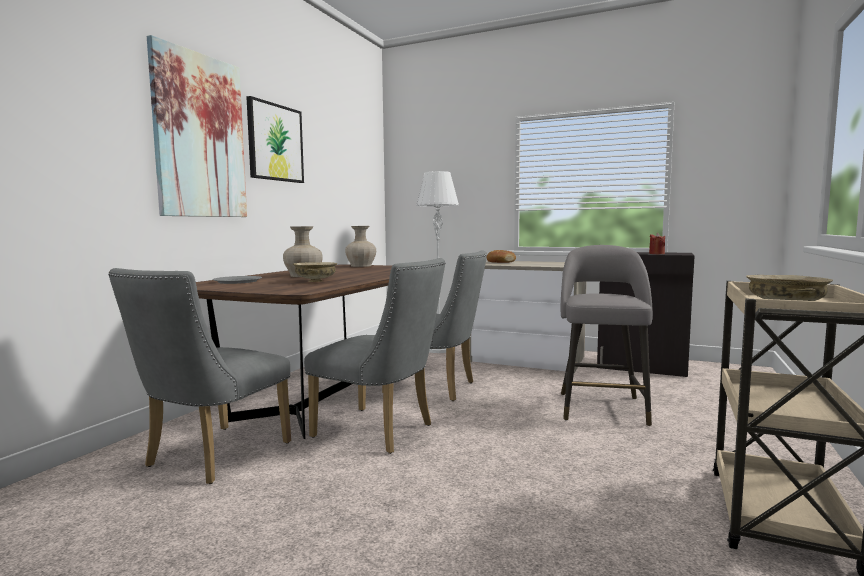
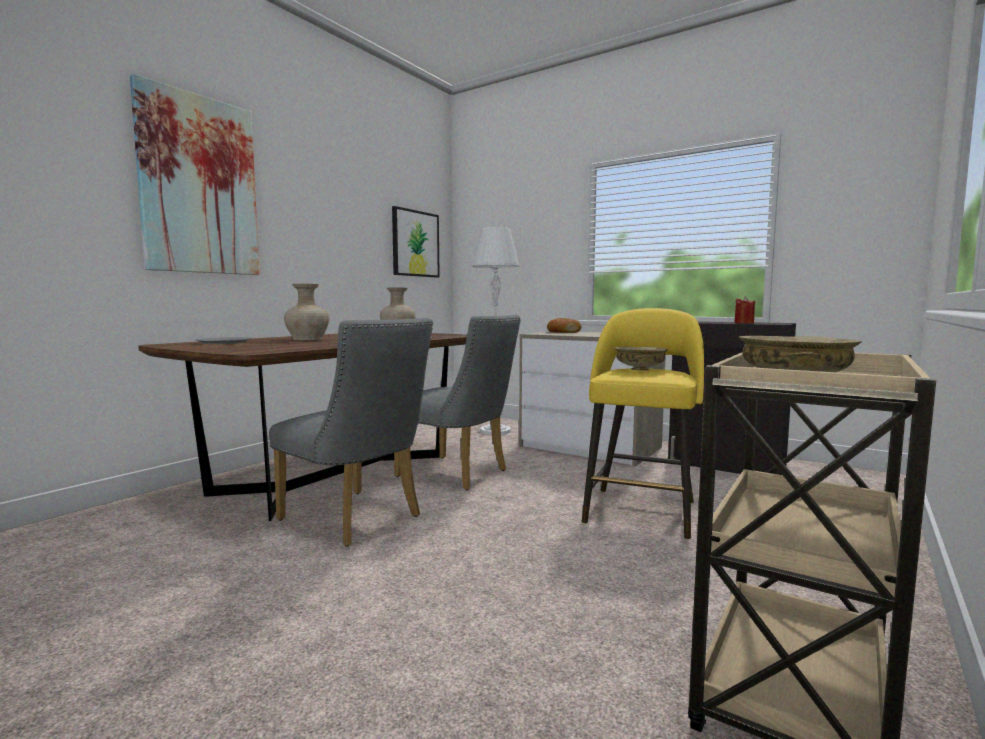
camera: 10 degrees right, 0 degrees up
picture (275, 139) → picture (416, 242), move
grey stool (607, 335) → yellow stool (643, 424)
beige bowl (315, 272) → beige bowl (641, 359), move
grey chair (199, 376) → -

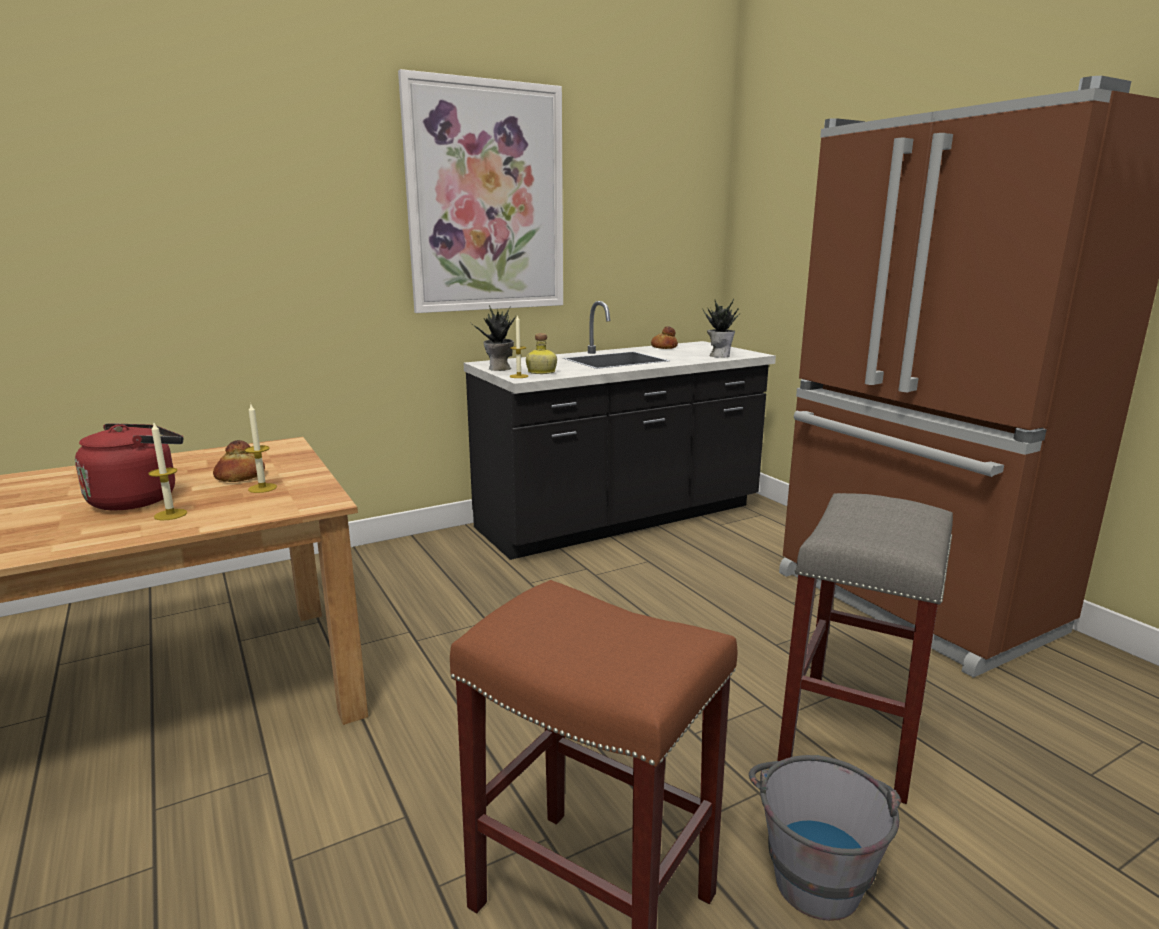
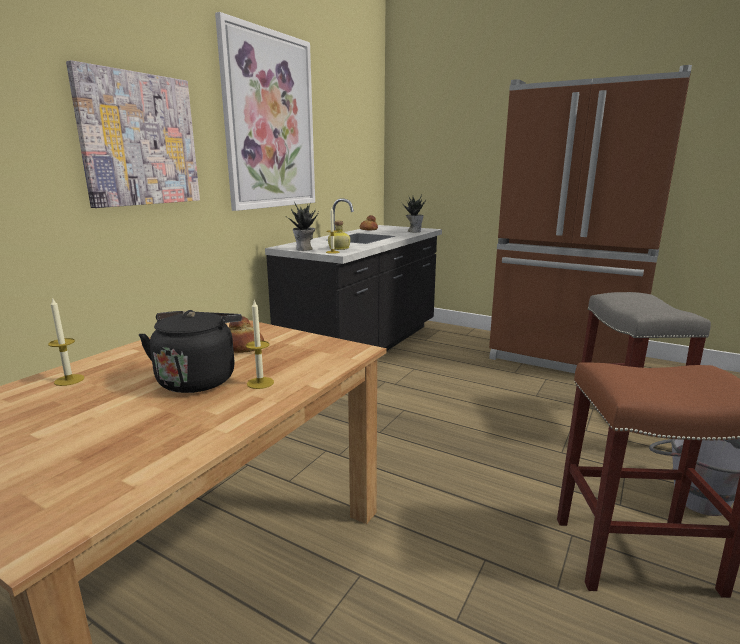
camera: 30 degrees left, 0 degrees up
candle (261, 448) → candle (66, 341), move
- → picture (133, 134)
red kettle (129, 466) → black kettle (190, 351)

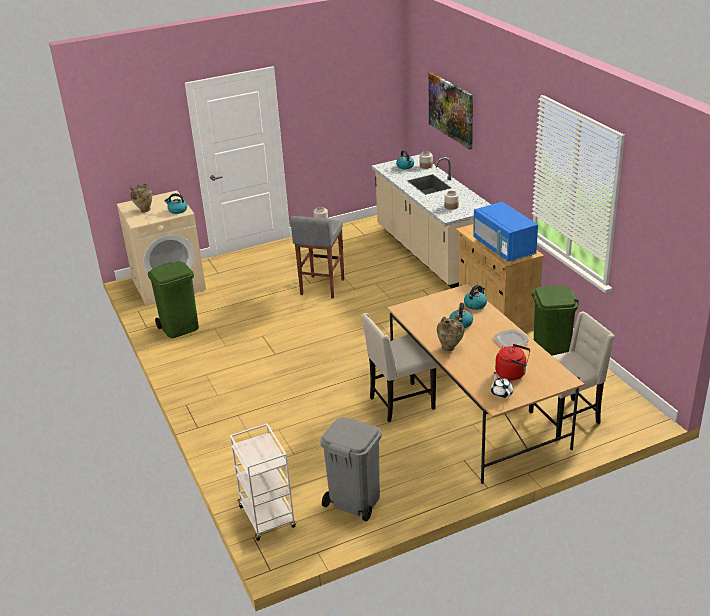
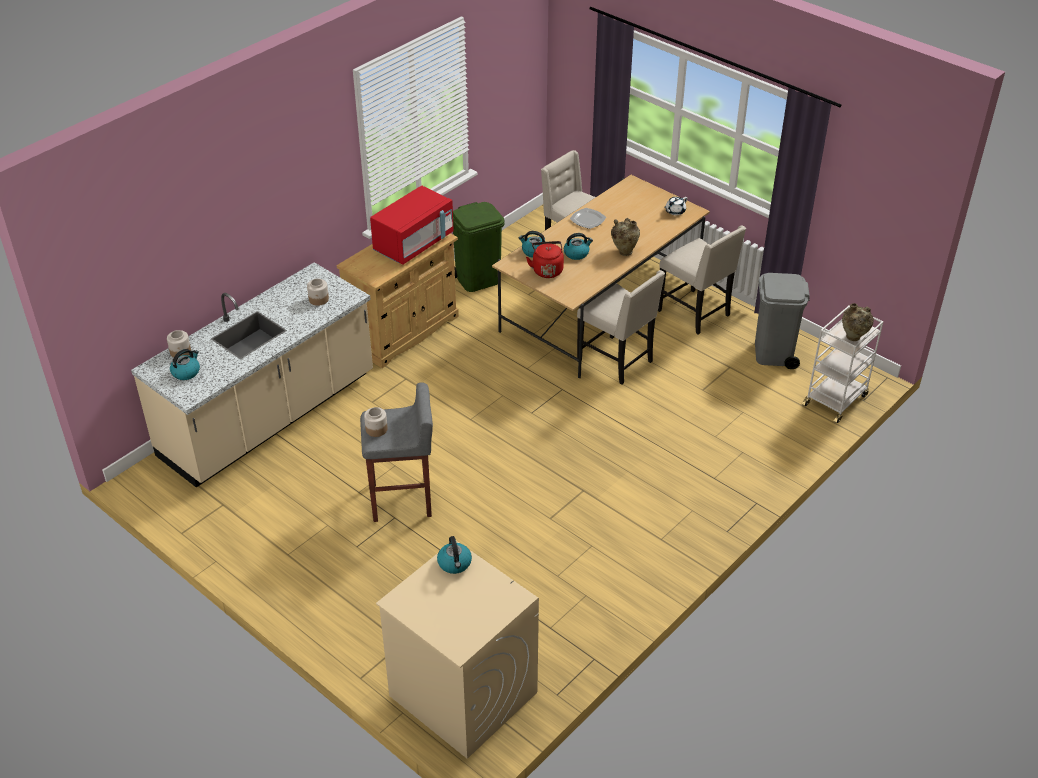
camera: 115 degrees left, 10 degrees up
blue microwave (505, 232) → red microwave (412, 225)
red kettle (512, 362) → red kettle (545, 259), move
- → beige chair (702, 280)
beige vase (141, 198) → beige vase (858, 322), move
green trash can (173, 299) → -
picture (450, 111) → -

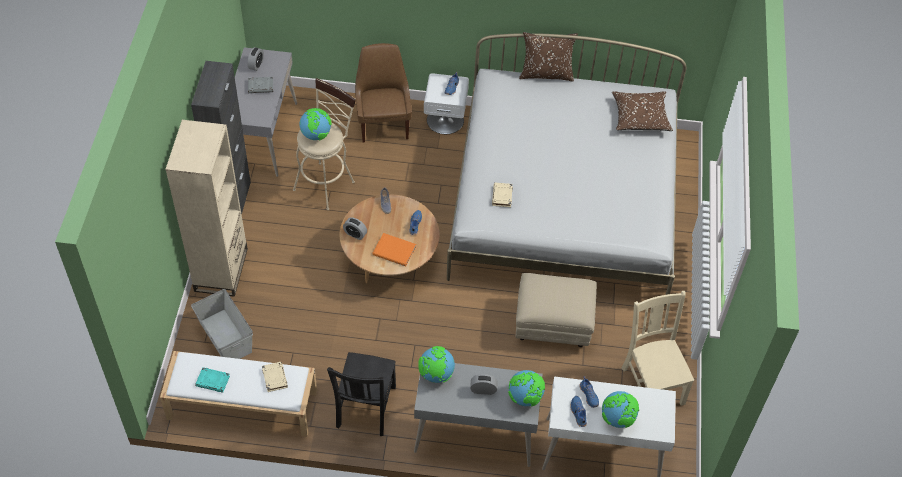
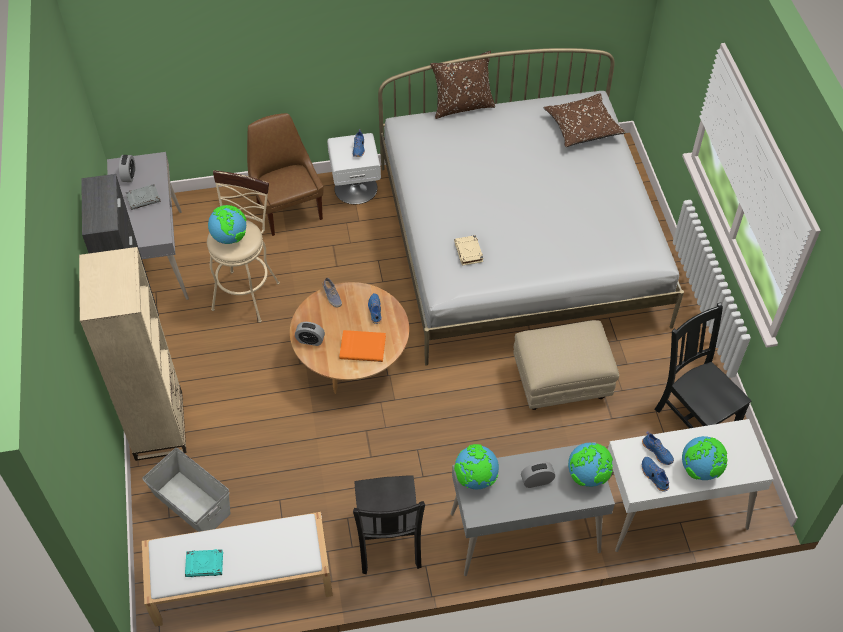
camera: 15 degrees left, 0 degrees up
beige chair (657, 348) → black chair (702, 365)
beige book (275, 377) → -

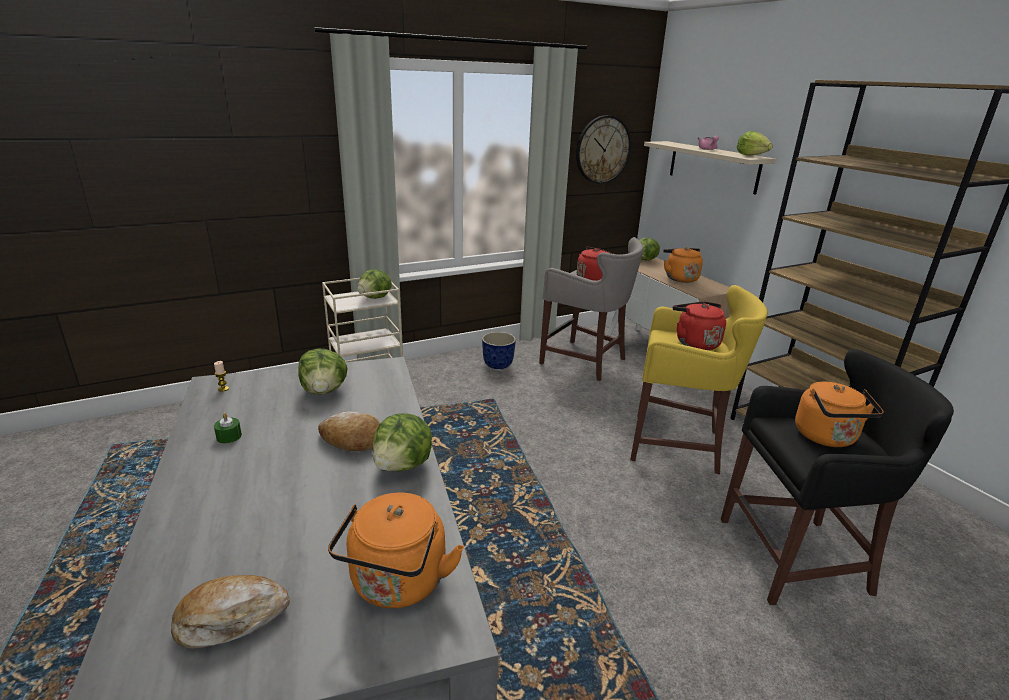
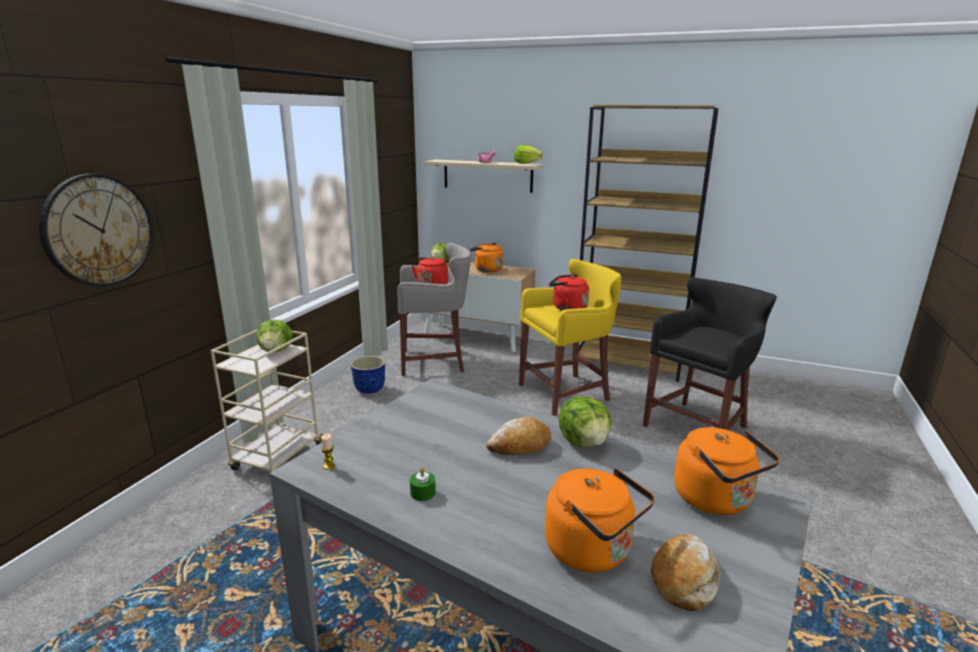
camera: 40 degrees left, 5 degrees down
wall clock (603, 149) → wall clock (96, 230), move
orange kettle (839, 414) → orange kettle (600, 520), move
lettuce (323, 371) → -

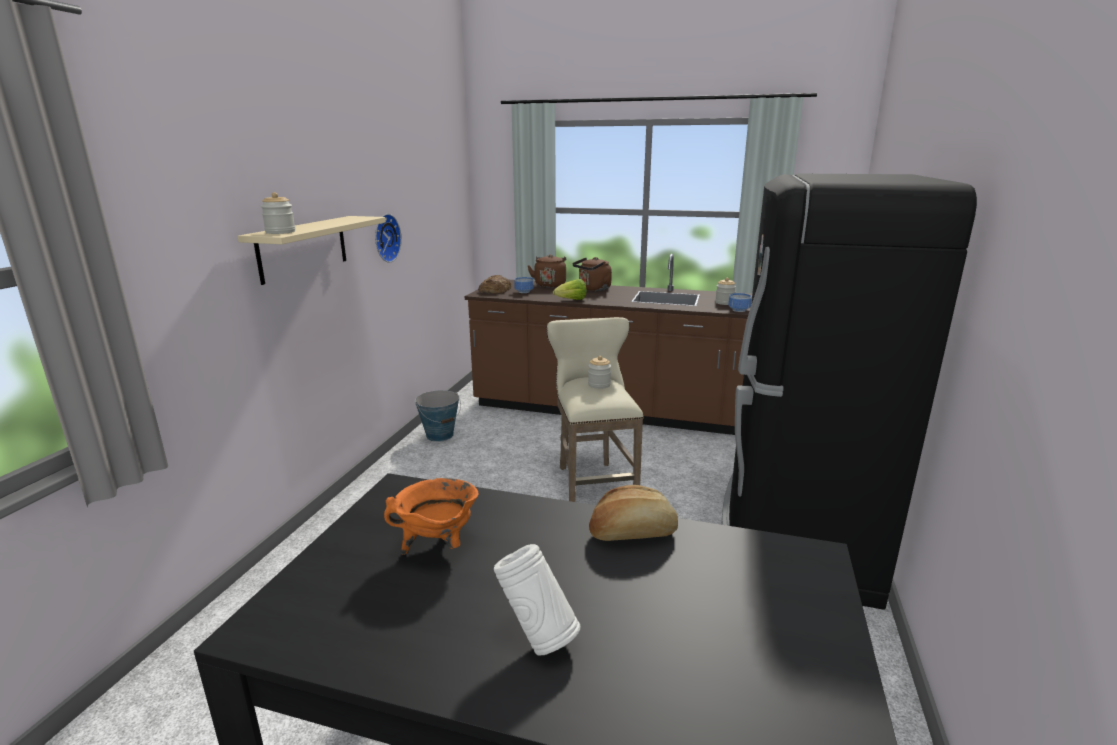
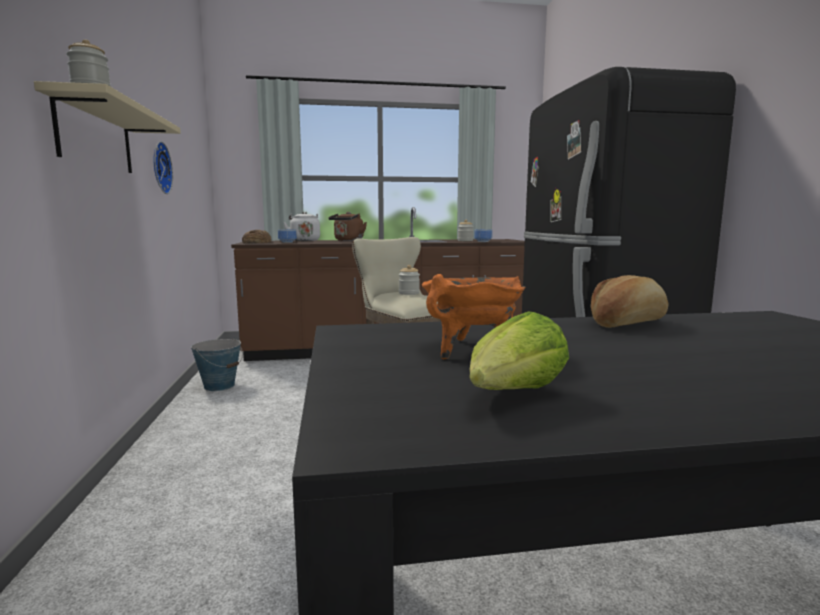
camera: 25 degrees left, 10 degrees down
brown kettle (546, 271) → white kettle (301, 226)
lettuce (570, 289) → lettuce (519, 350), move
white vase (537, 599) → -

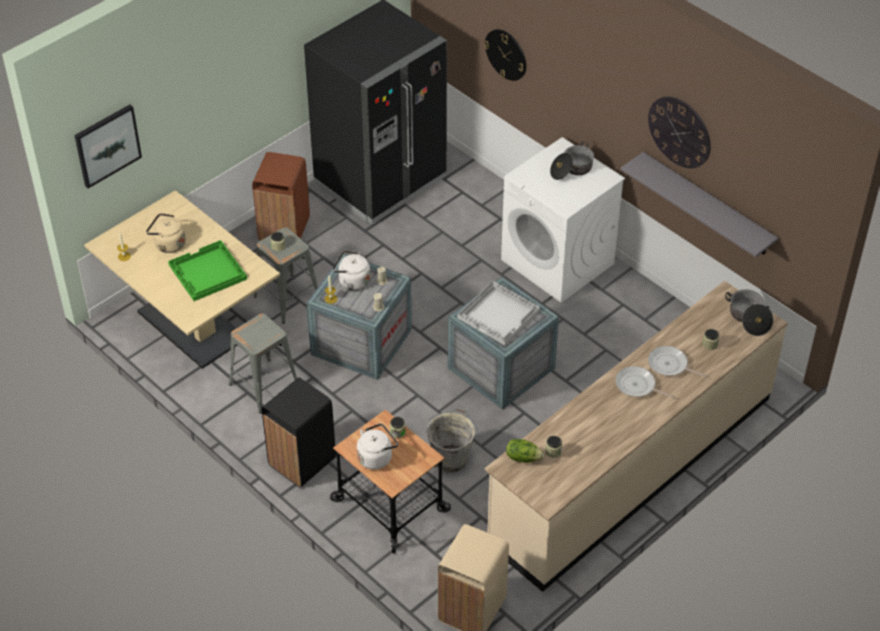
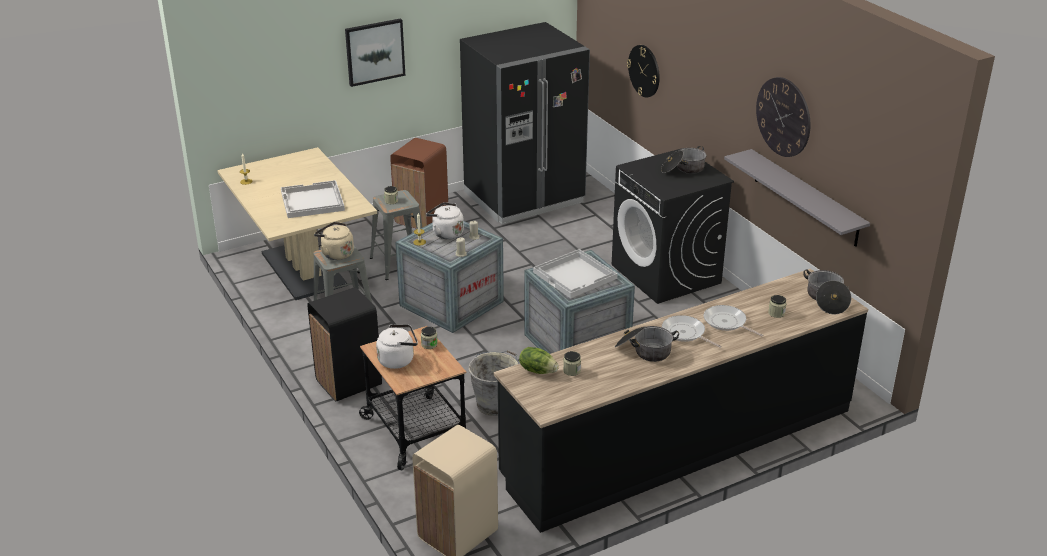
camera: 15 degrees right, 15 degrees down
green tray (207, 270) → white tray (313, 199)
beige kettle (166, 233) → beige kettle (334, 241), move
picture (108, 146) → picture (375, 52), move
beige counter (636, 436) → black counter (681, 401)
white washing machine (563, 220) → black washing machine (673, 226)
- → cooking pot (647, 344)

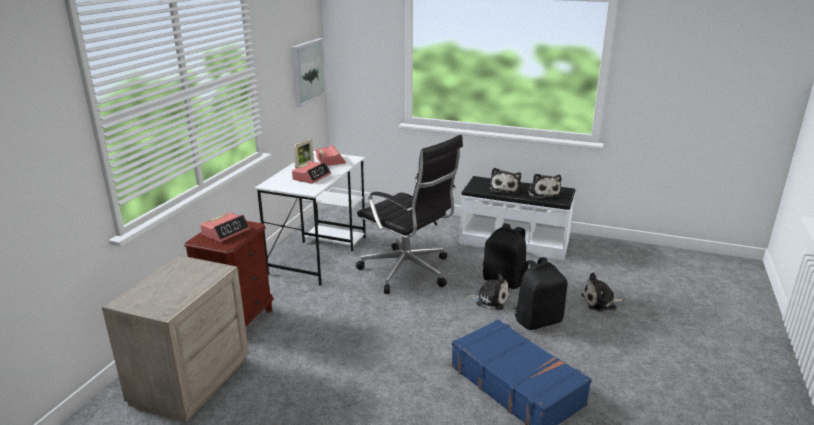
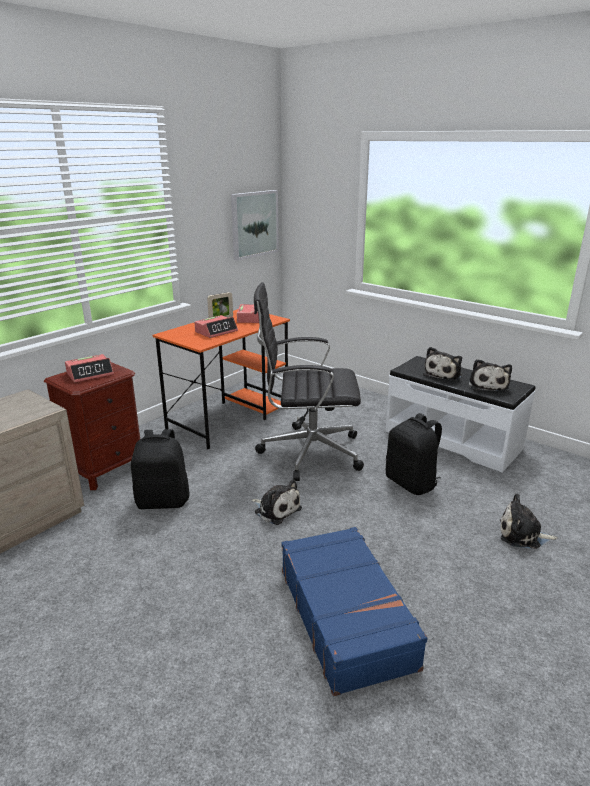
camera: 20 degrees right, 0 degrees up
black backpack (541, 293) → black backpack (160, 469), move
white desk (310, 218) → orange desk (221, 379)
plush toy (487, 291) → plush toy (276, 502), move
black office chair (409, 214) → black office chair (309, 381), 120 degrees clockwise

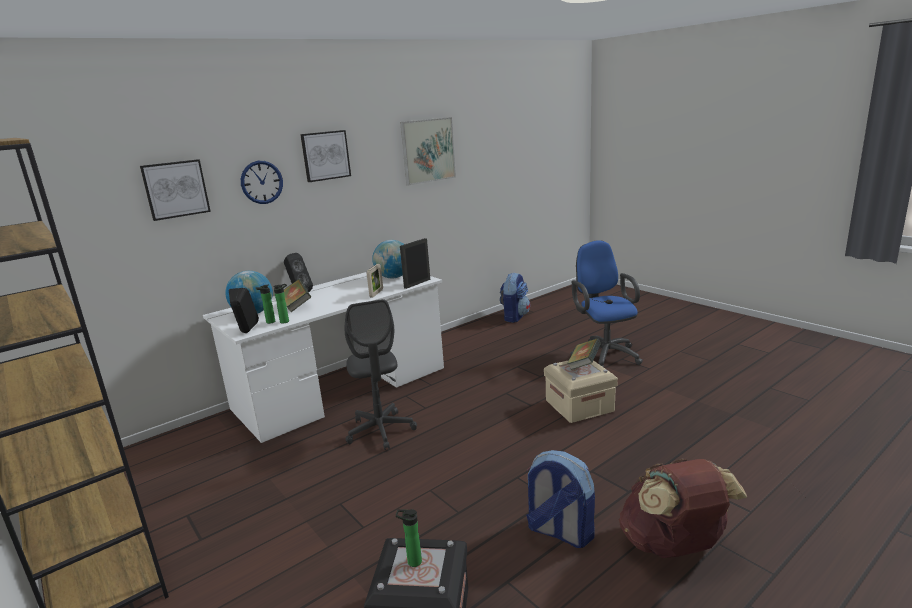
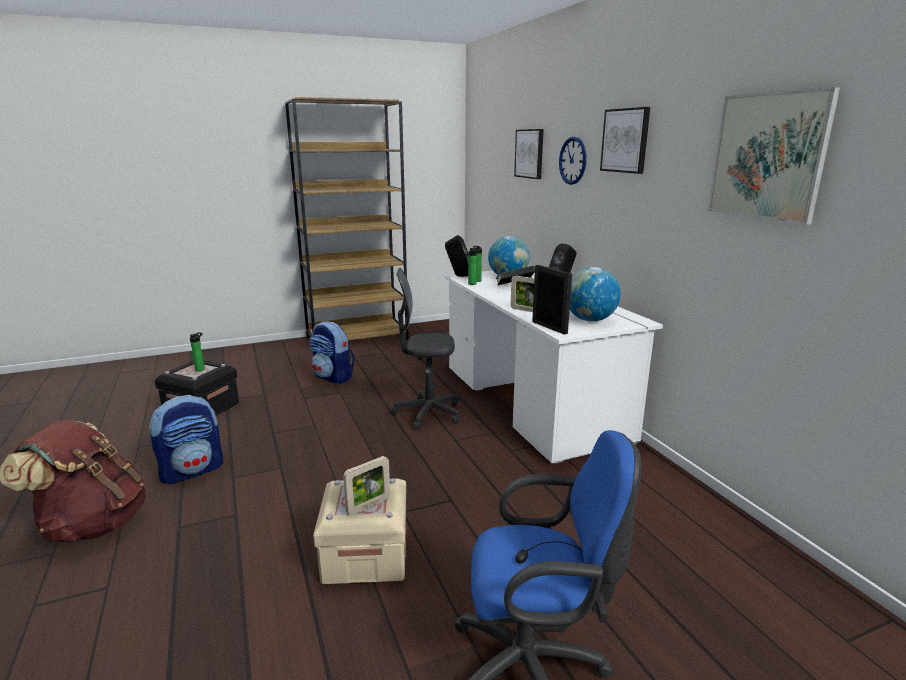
camera: 105 degrees right, 0 degrees up
backpack (515, 297) → backpack (331, 352), move
book (584, 354) → picture frame (366, 485)

